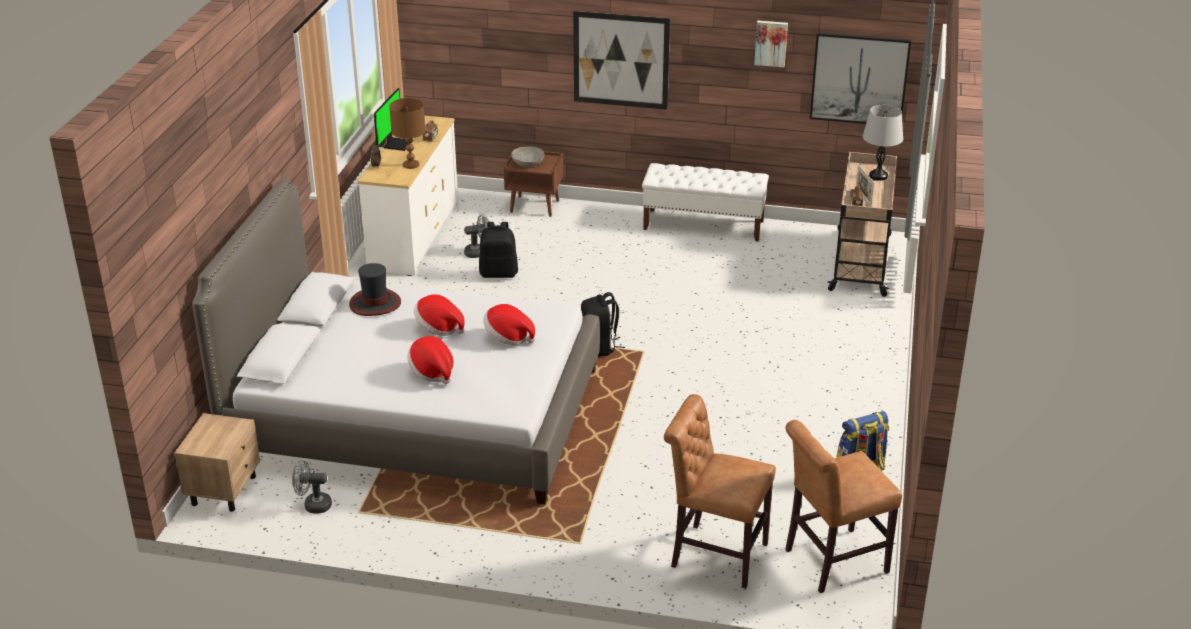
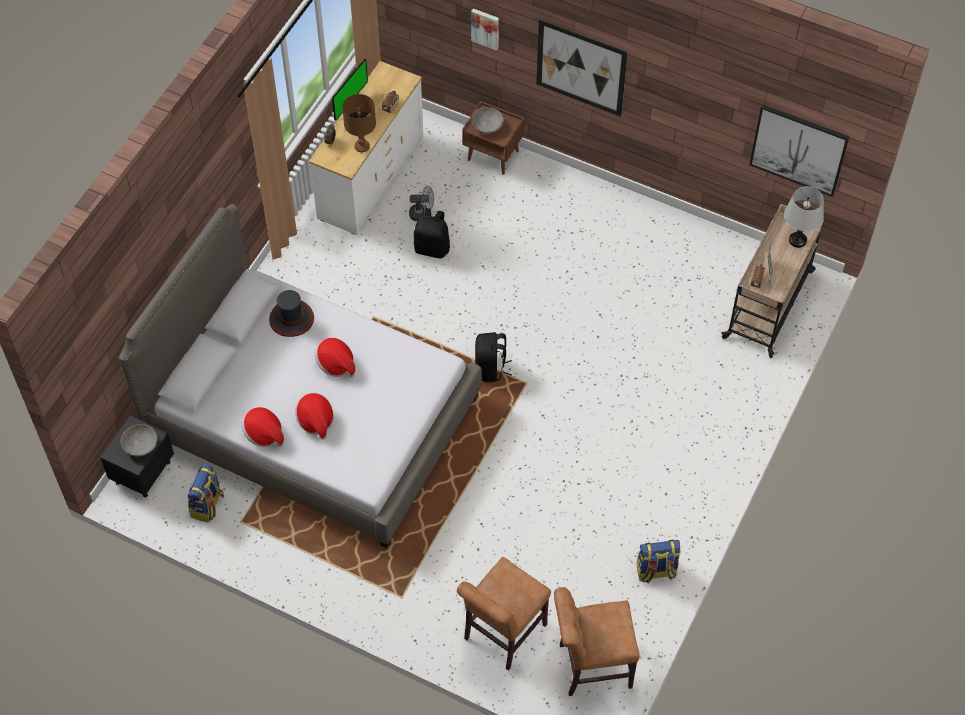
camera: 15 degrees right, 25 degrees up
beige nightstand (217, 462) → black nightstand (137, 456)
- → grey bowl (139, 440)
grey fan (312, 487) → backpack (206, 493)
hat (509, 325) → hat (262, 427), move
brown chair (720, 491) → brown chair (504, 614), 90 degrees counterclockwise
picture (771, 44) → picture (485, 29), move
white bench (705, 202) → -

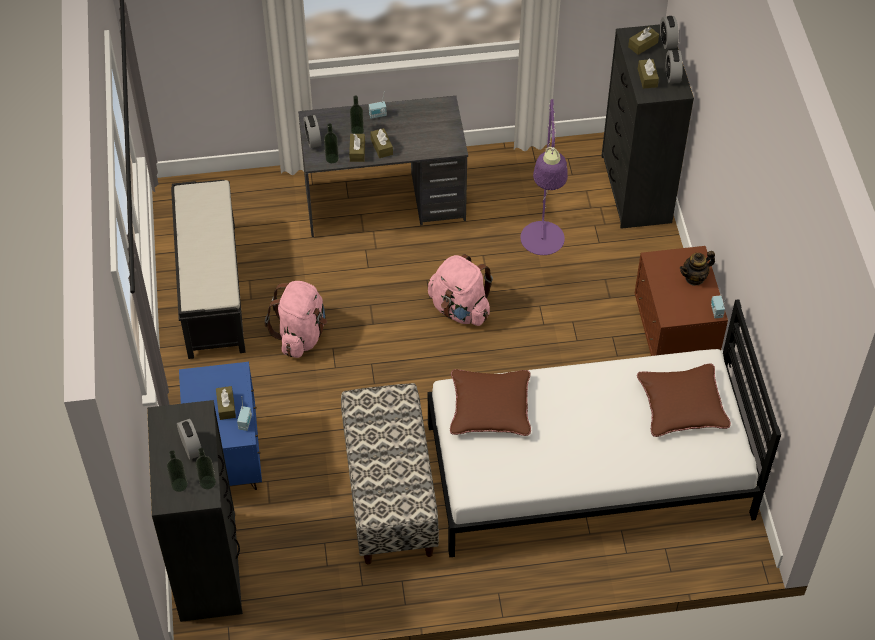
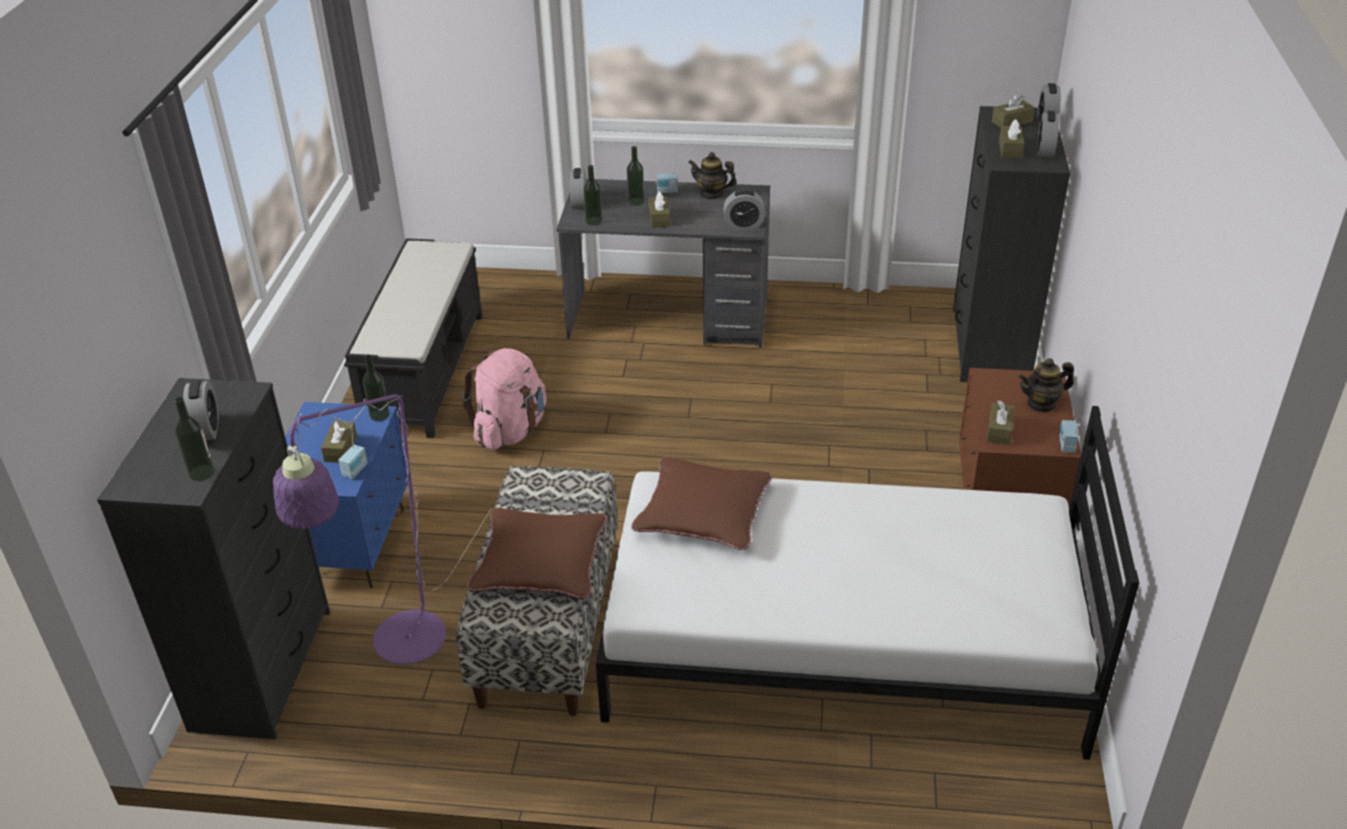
camera: 15 degrees right, 15 degrees down
purple floor lamp (544, 177) → purple floor lamp (382, 529), move
bottle (177, 471) → bottle (376, 388), move
brown pillow (684, 400) → brown pillow (537, 553), move
- → teapot (712, 175)
- → alarm clock (744, 209)
brown tissue box (357, 148) → brown tissue box (1000, 423), move
pink backpack (460, 290) → -

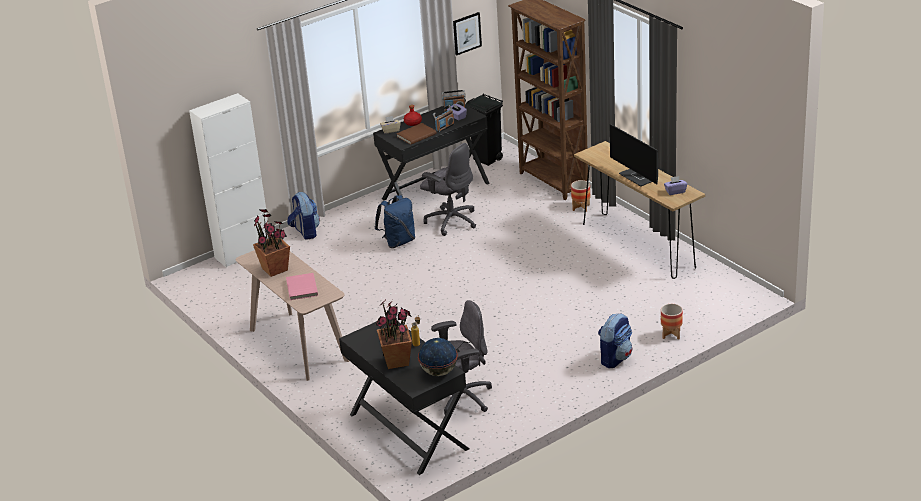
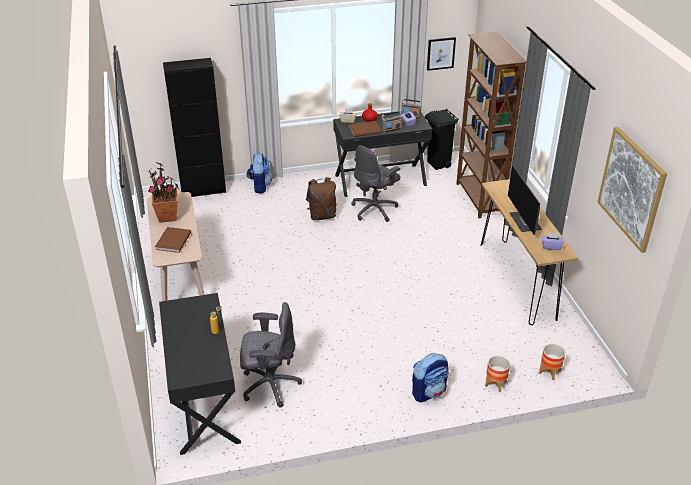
camera: 20 degrees right, 5 degrees up
pink book (302, 286) → brown book (173, 240)
white cabinet (228, 180) → black cabinet (194, 127)
blue backpack (395, 221) → brown backpack (321, 199)
grey office chair (448, 189) → grey office chair (376, 183), 75 degrees clockwise
planter (580, 196) → planter (552, 362), move
- → picture (632, 190)
potted plant (394, 334) → -
globe (438, 357) → -

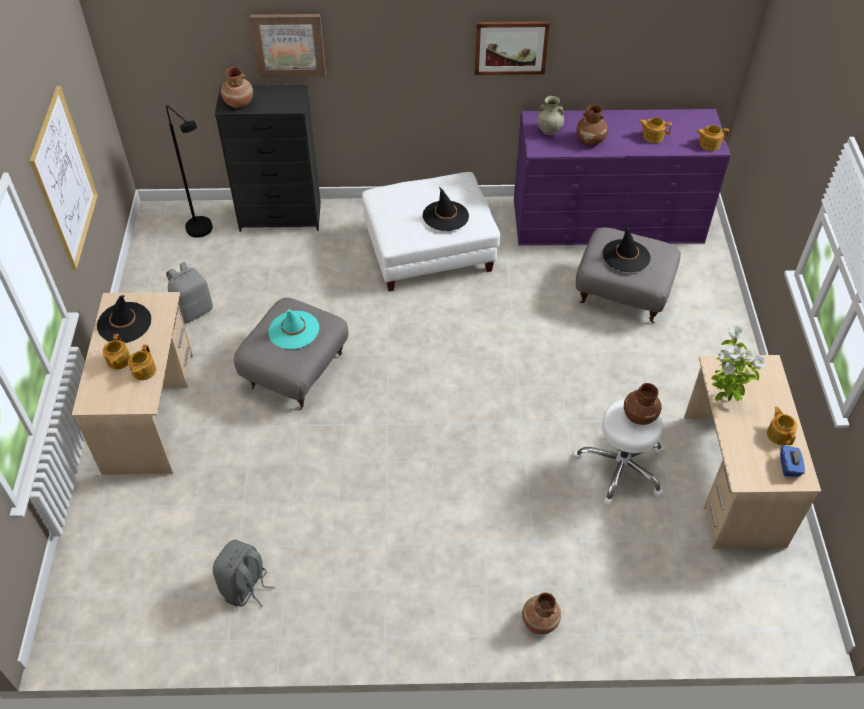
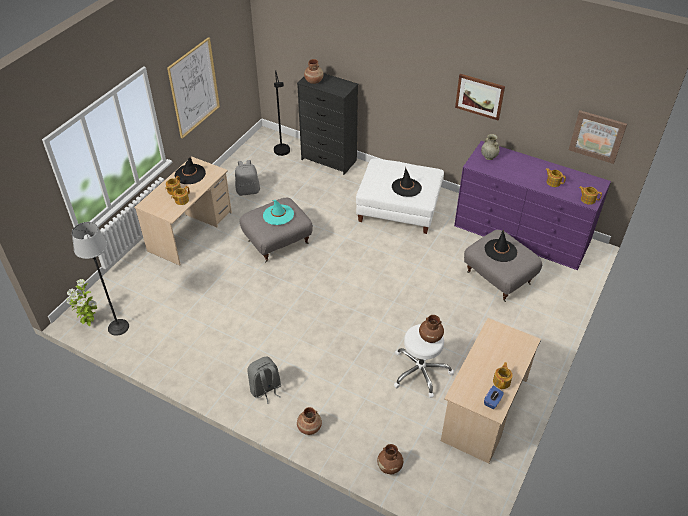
camera: 30 degrees right, 5 degrees down
potted plant (738, 364) → potted plant (82, 302), move
- → floor lamp (100, 279)
grey backpack (244, 573) → grey backpack (264, 380), move
brown vase (592, 125) → brown vase (390, 459), move
picture (287, 45) → picture (598, 137), move

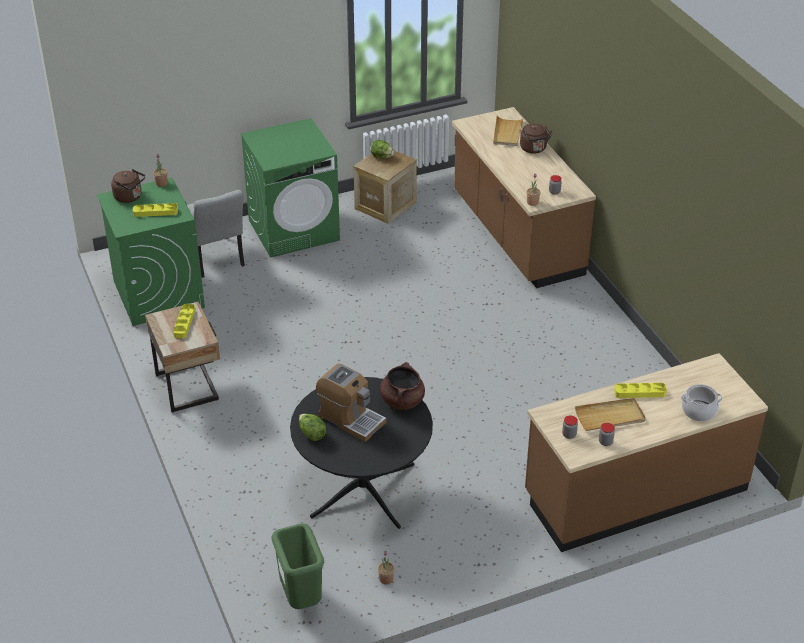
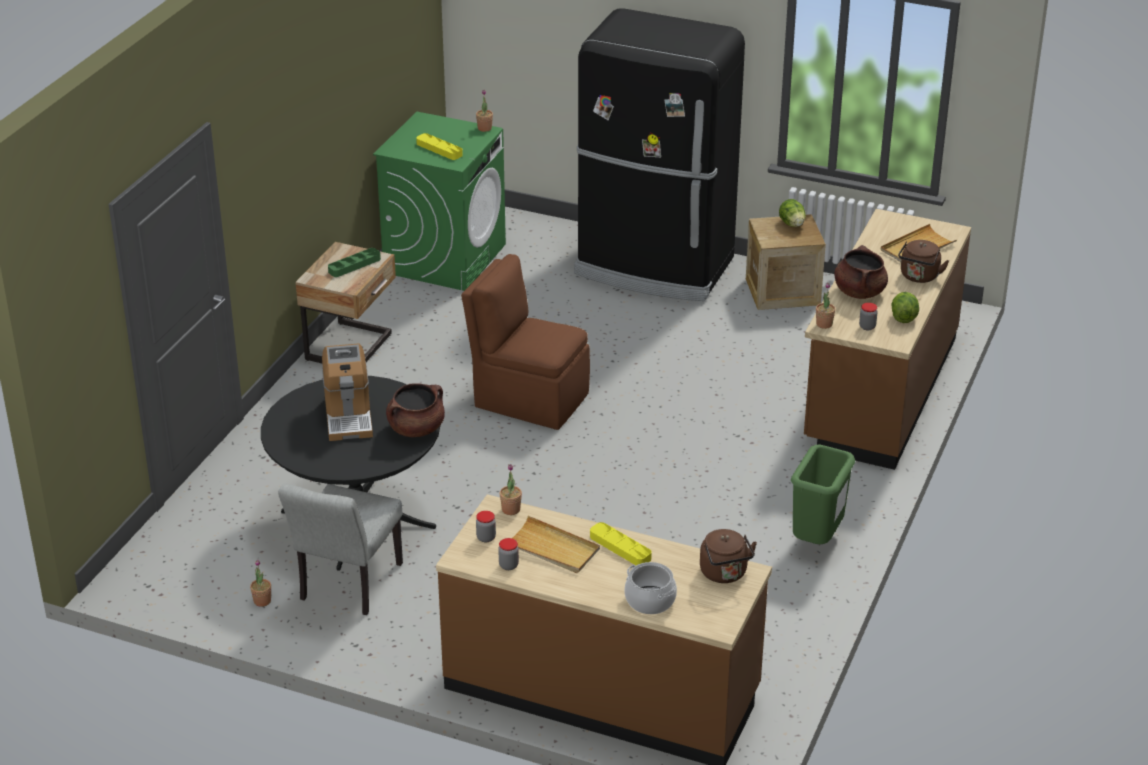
camera: 45 degrees right, 5 degrees down
grey chair (216, 234) → grey chair (340, 549), move
yellow tray (184, 321) → green tray (354, 262)
- → brown chair (525, 342)
- → potted plant (511, 489)
green washing machine (290, 188) → black fridge (659, 155)
brown kettle (128, 186) → brown kettle (728, 556), move
green trash can (297, 566) → green trash can (823, 494), move
- → brown cooking pot (861, 272)
lettuce (312, 427) → lettuce (905, 307), move

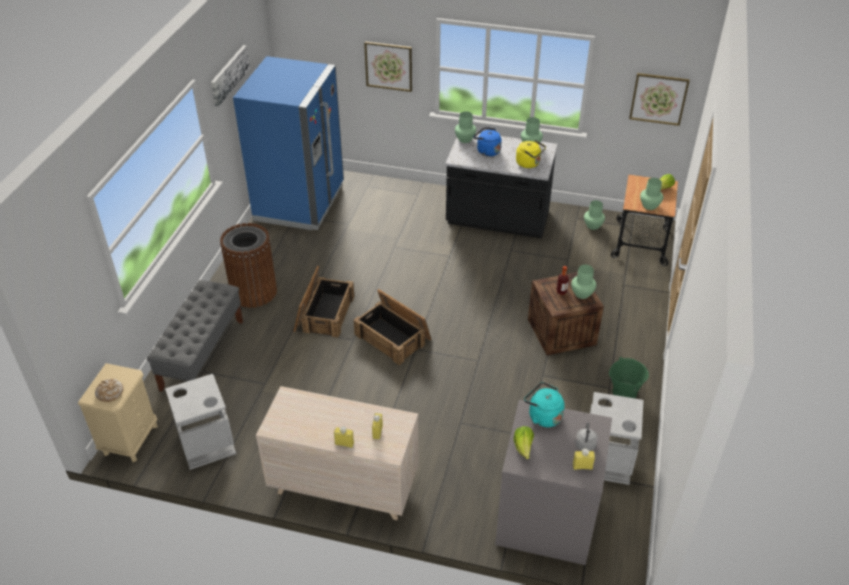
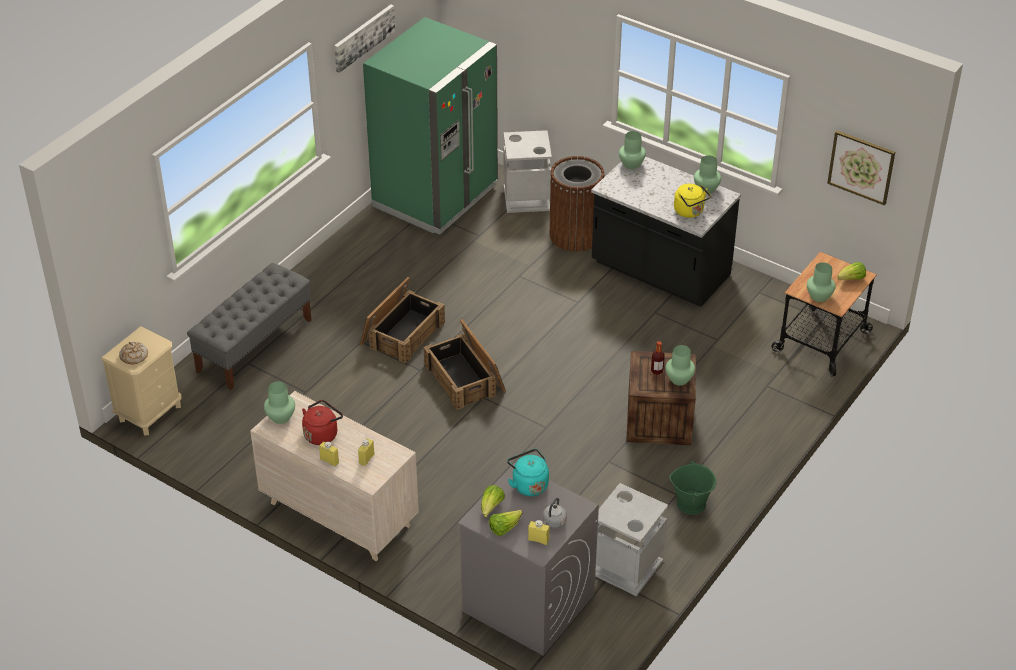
camera: 20 degrees right, 0 degrees up
green vase (594, 215) → green vase (279, 402), move
- → red kettle (322, 422)
blue fridge (288, 143) → green fridge (430, 126)
- → lettuce (506, 523)
grey trash can (200, 422) → grey trash can (528, 171), move
brown trash can (248, 265) → brown trash can (577, 204), move
picture (388, 66) → -
blue kettle (487, 142) → -

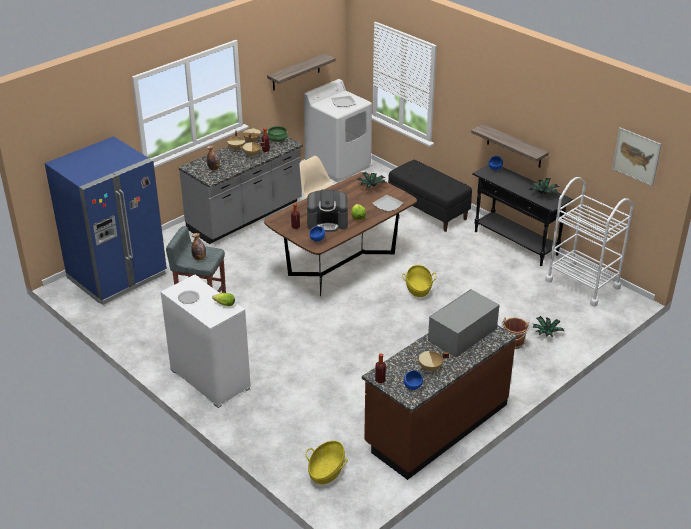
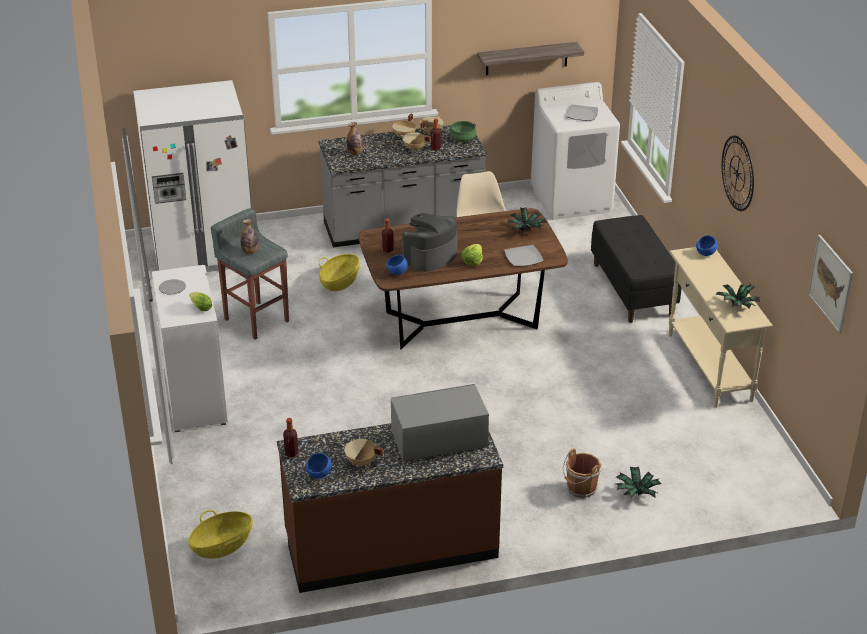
camera: 30 degrees right, 0 degrees up
blue fridge (106, 220) → white fridge (192, 176)
basket (419, 281) → basket (339, 272), move
coffee machine (327, 210) → coffee machine (429, 242), 105 degrees clockwise
black console table (522, 215) → beige console table (721, 327)
- → wall clock (738, 173)
shelf (510, 146) → -
white cart (589, 242) → -

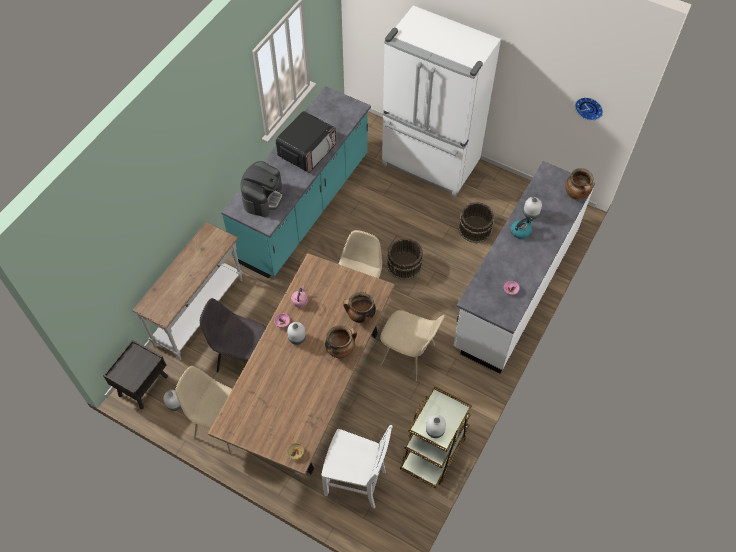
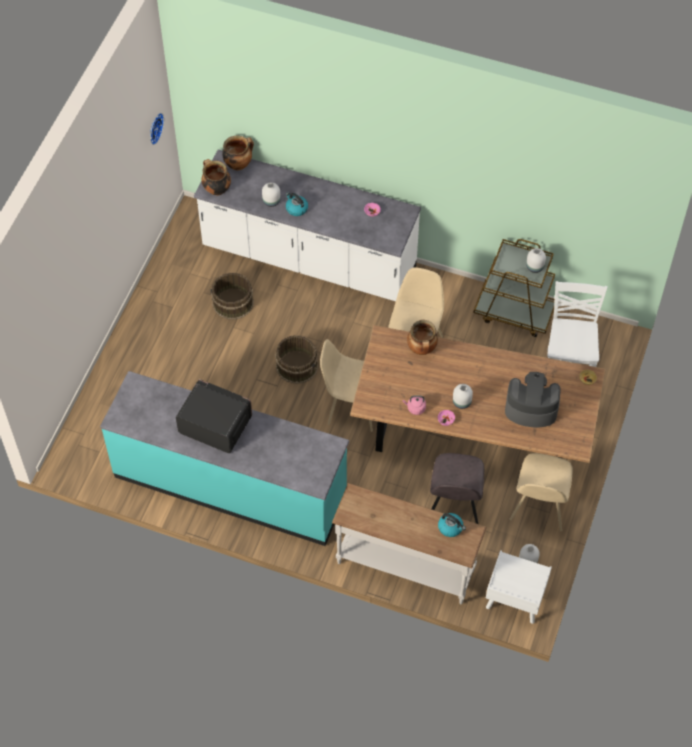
camera: 100 degrees left, 0 degrees up
cooking pot (341, 342) → cooking pot (216, 177), move
- → kettle (452, 525)
brown nightstand (135, 374) → white nightstand (519, 587)
coffee machine (261, 189) → coffee machine (532, 400), move
white fridge (441, 102) → -

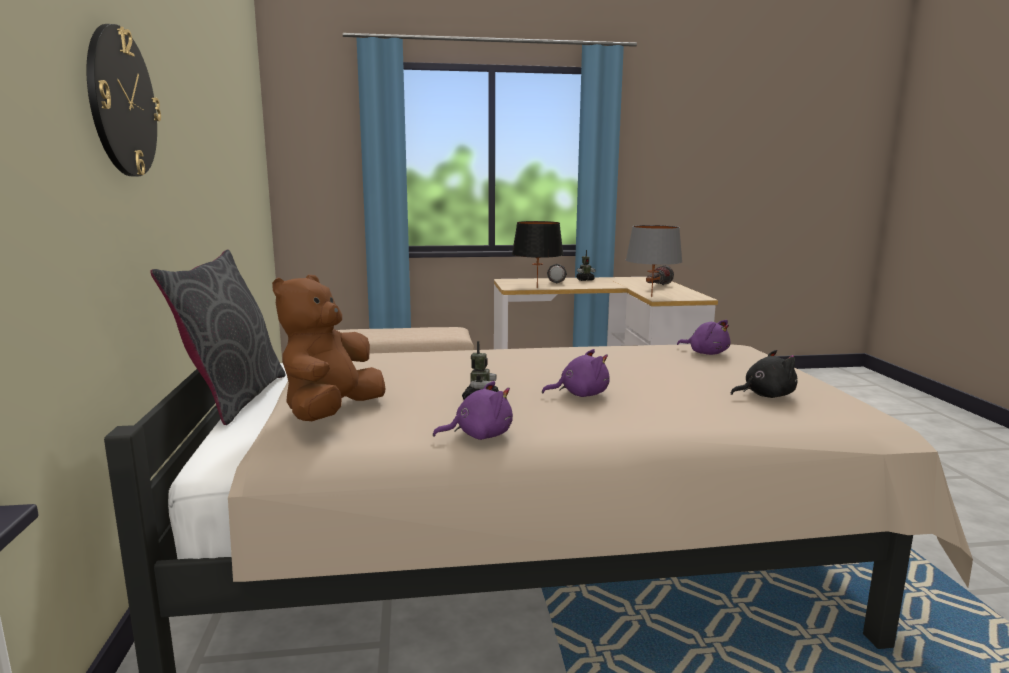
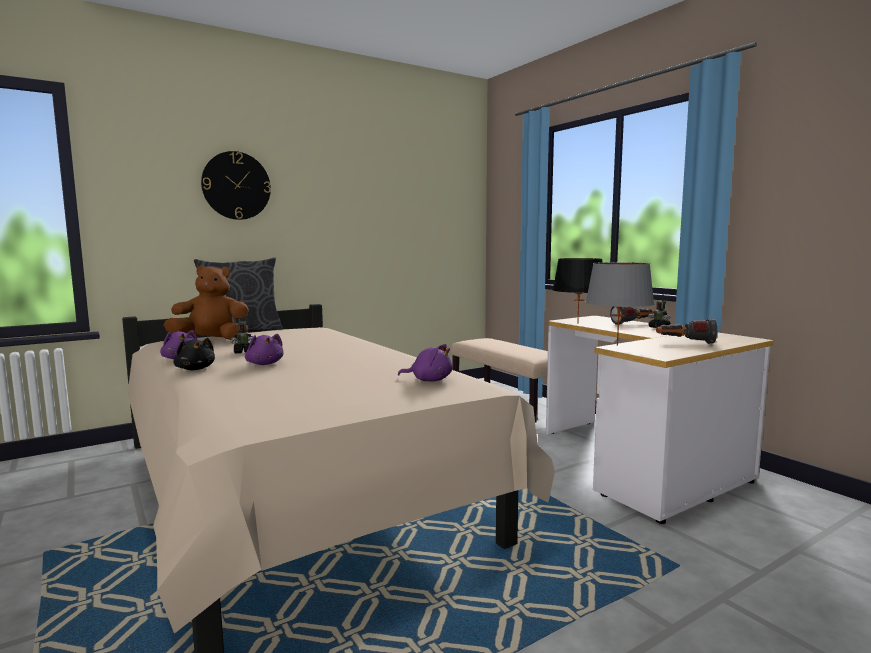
camera: 65 degrees right, 5 degrees down
black plush toy (764, 374) → black plush toy (194, 354), move
purple plush toy (703, 337) → purple plush toy (425, 363), 90 degrees counterclockwise

